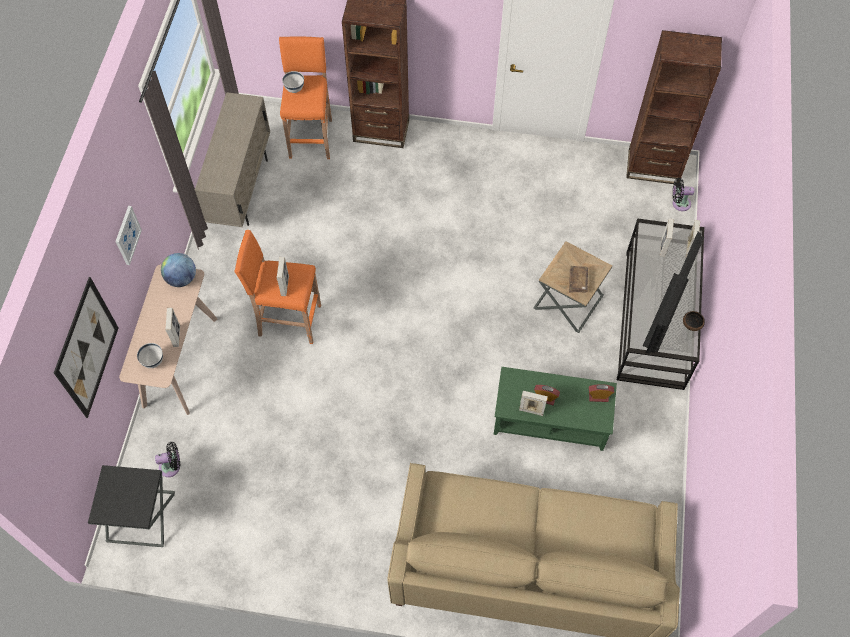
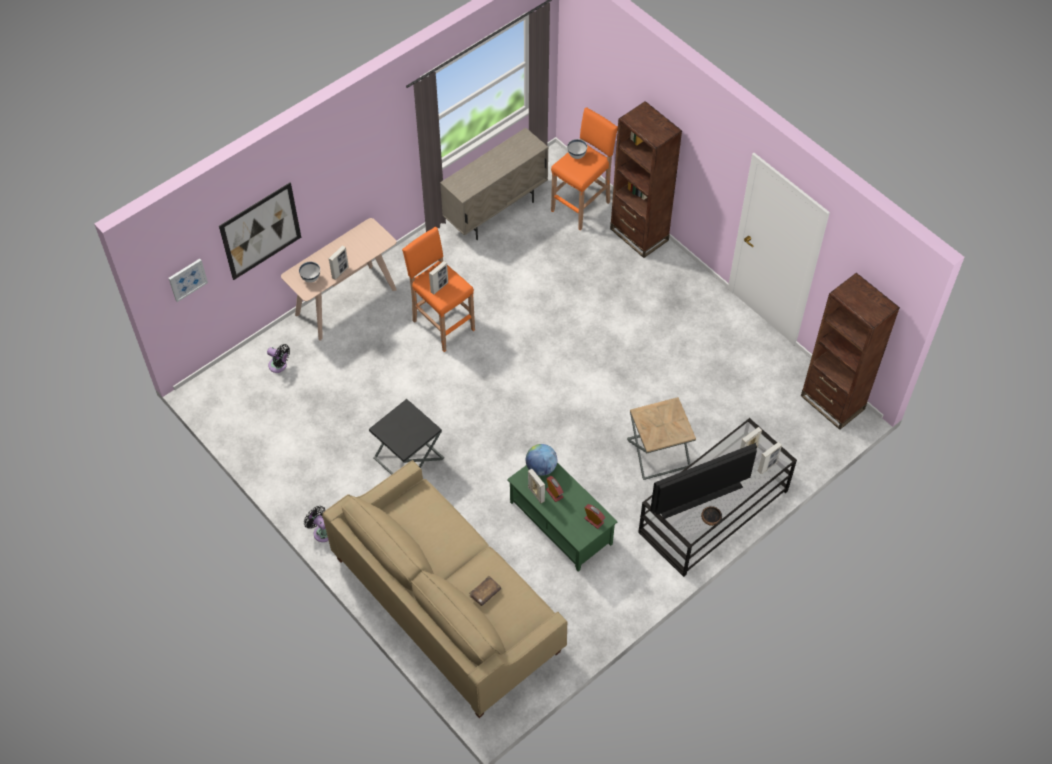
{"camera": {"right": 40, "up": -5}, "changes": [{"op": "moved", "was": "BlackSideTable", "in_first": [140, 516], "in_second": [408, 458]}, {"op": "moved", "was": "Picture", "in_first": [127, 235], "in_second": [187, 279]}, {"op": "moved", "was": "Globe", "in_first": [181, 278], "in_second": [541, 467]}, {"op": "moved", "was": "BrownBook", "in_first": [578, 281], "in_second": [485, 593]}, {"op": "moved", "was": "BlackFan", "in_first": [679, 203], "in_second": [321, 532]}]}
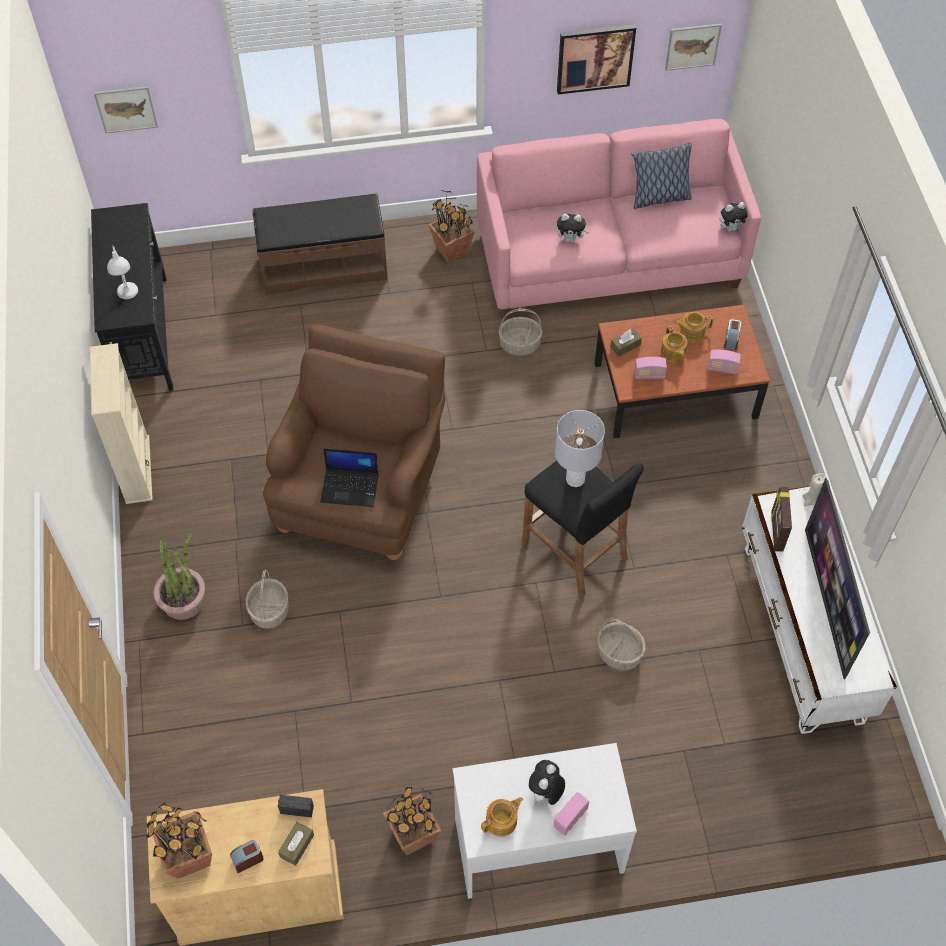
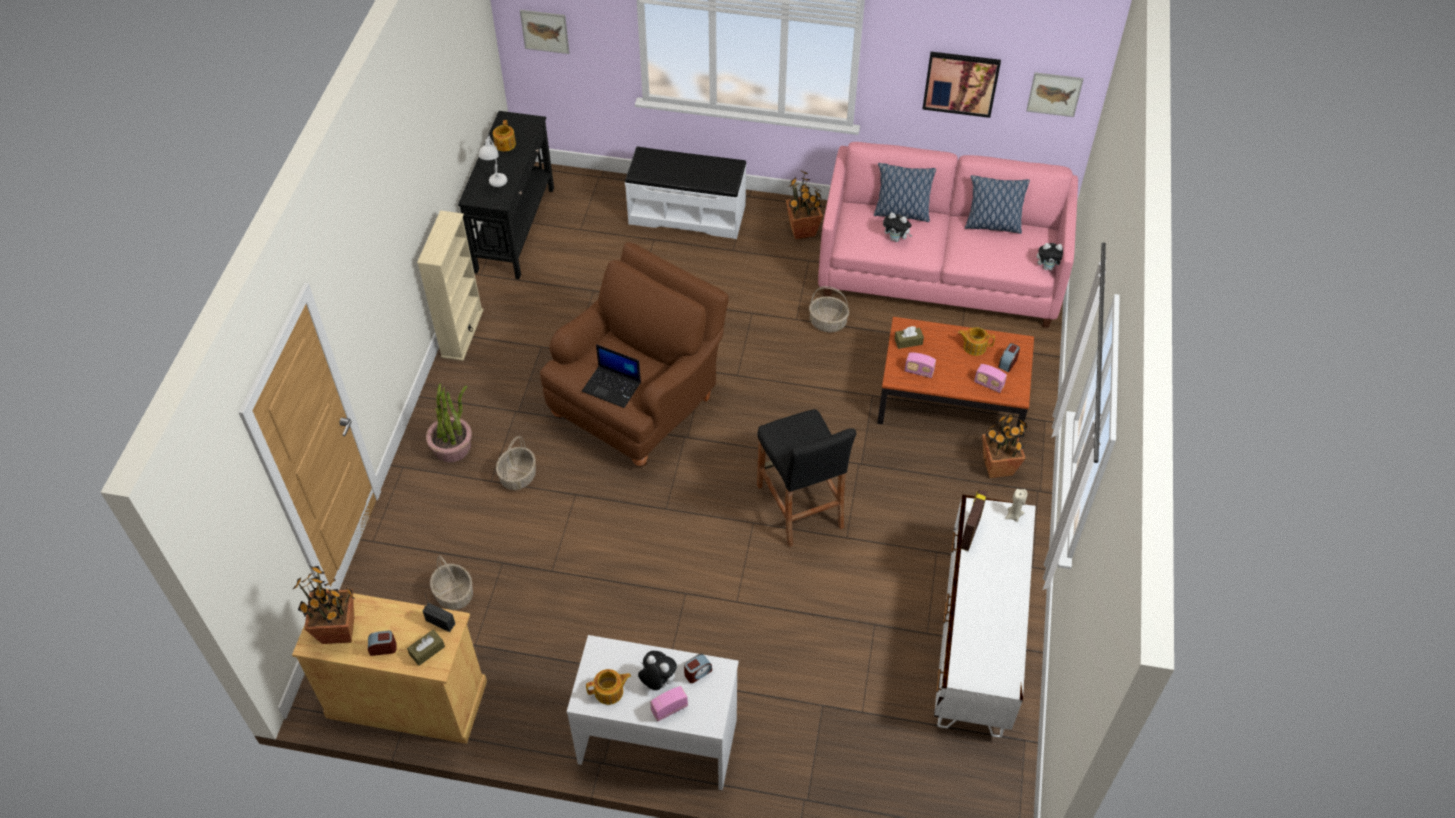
{"camera": {"right": 20, "up": -5}, "changes": [{"op": "recoloured", "was": "BrownBench", "now": "WhiteBench", "in_first": [323, 266], "in_second": [687, 214]}, {"op": "moved", "was": "PottedPlant", "in_first": [413, 835], "in_second": [998, 466]}, {"op": "turned", "was": "PlushToy", "in_first": [545, 793], "in_second": [657, 681], "clockwise": 75}, {"op": "removed", "was": "GreyTableLamp", "in_first": [575, 479]}, {"op": "moved", "was": "Basket", "in_first": [618, 653], "in_second": [453, 594]}, {"op": "moved", "was": "Teapot", "in_first": [672, 353], "in_second": [504, 144]}, {"op": "removed", "was": "Television", "in_first": [827, 602]}, {"op": "added", "now": "AlarmClock", "in_second": [697, 672]}, {"op": "added", "now": "Pillow", "in_second": [901, 213]}]}
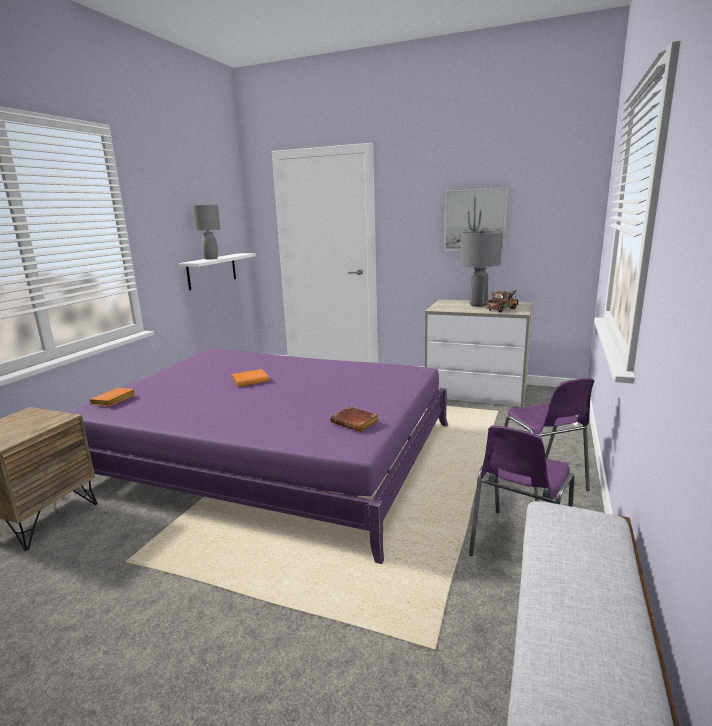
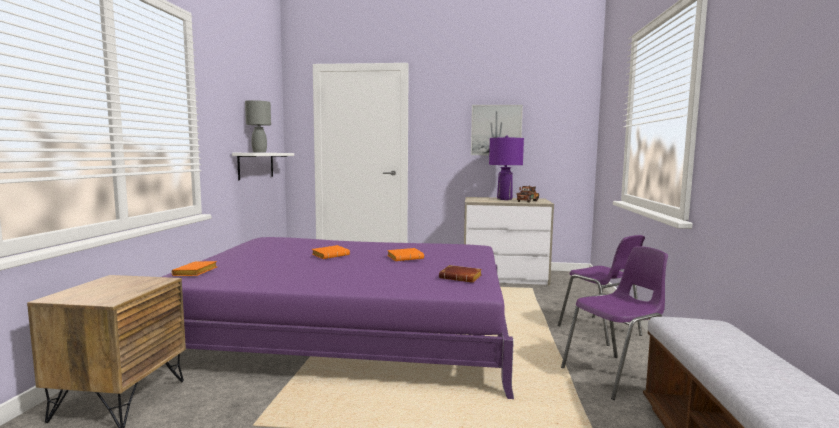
{"camera": {"right": -15, "up": -10}, "changes": [{"op": "recoloured", "was": "GreyTableLamp", "now": "PurpleTableLamp", "in_first": [478, 305], "in_second": [504, 199]}, {"op": "turned", "was": "PurpleChair", "in_first": [518, 546], "in_second": [616, 376], "clockwise": -135}, {"op": "added", "now": "OrangeBook", "in_second": [406, 258]}]}
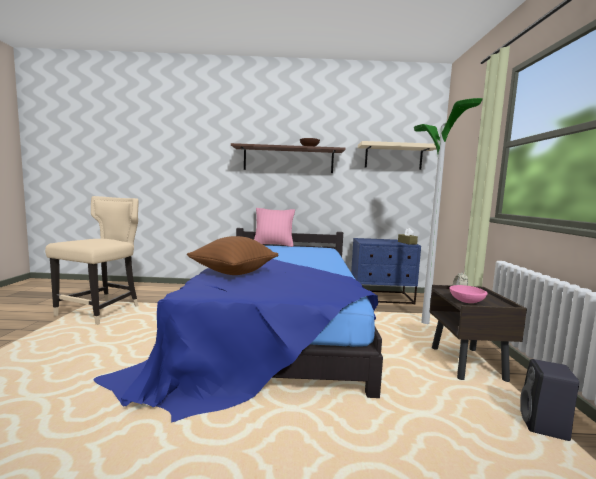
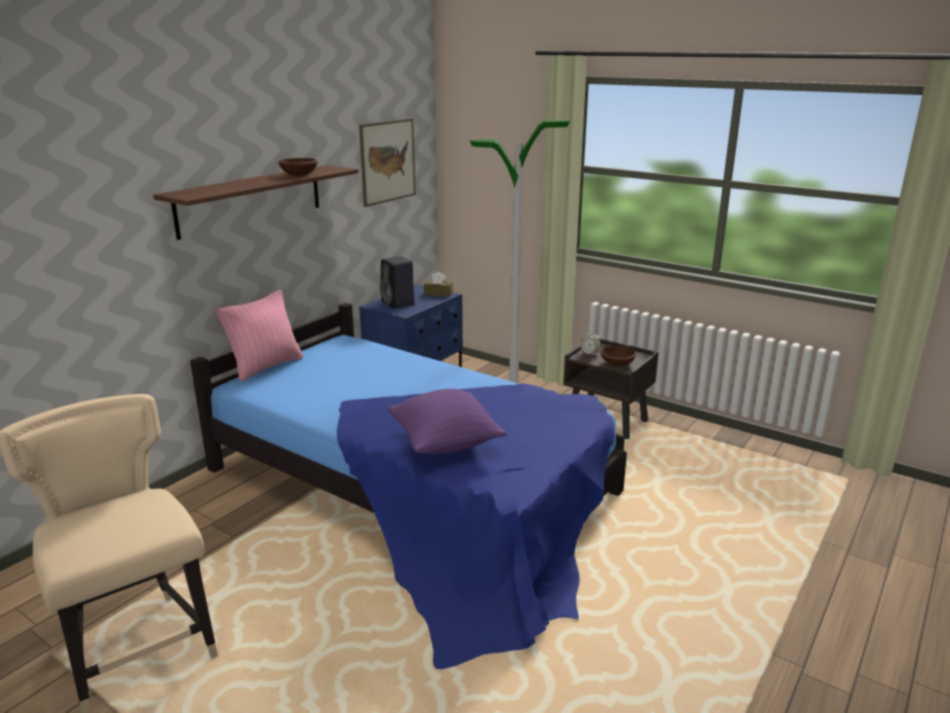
{"camera": {"right": -55, "up": 15}, "changes": [{"op": "recoloured", "was": "BrownPillow", "now": "PurplePillow", "in_first": [233, 272], "in_second": [445, 444]}, {"op": "replaced", "was": "BeigeShelf", "now": "Picture", "in_first": [393, 157], "in_second": [388, 161]}, {"op": "recoloured", "was": "PinkBowl", "now": "BrownBowl", "in_first": [466, 301], "in_second": [617, 364]}, {"op": "moved", "was": "BlackSpeaker", "in_first": [544, 427], "in_second": [398, 303]}]}
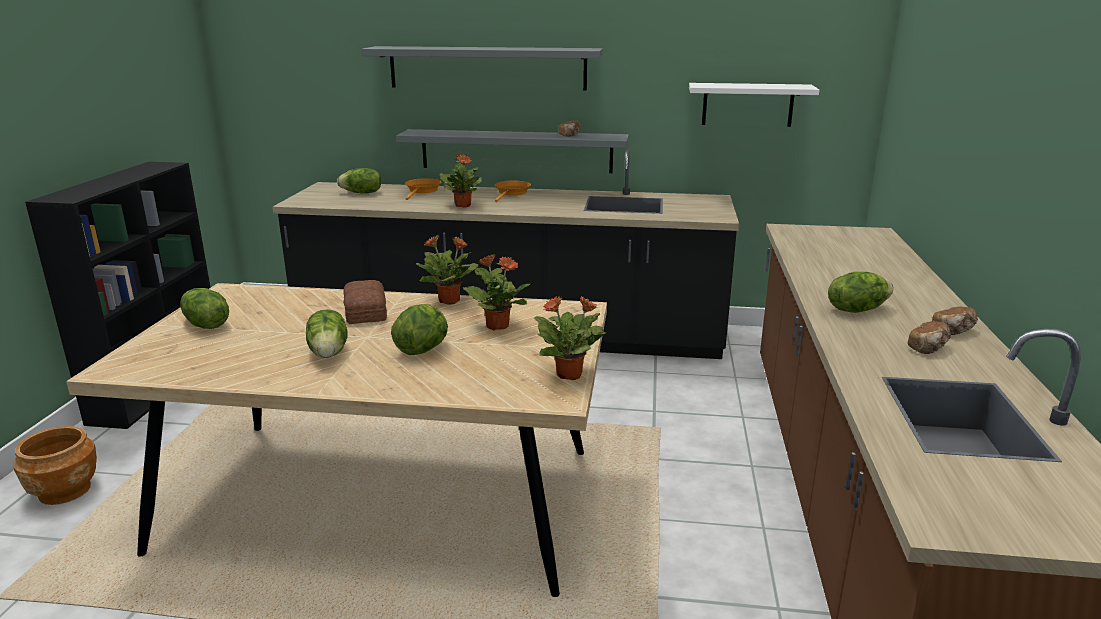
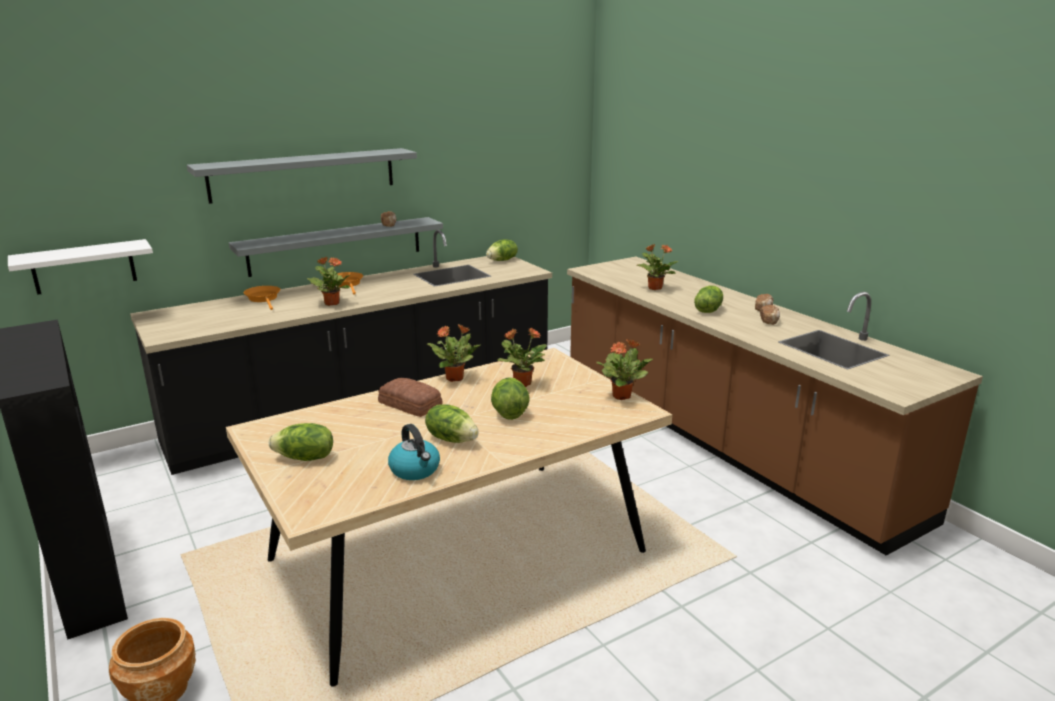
{"camera": {"right": -40, "up": 0}, "changes": [{"op": "moved", "was": "Lettuce", "in_first": [361, 193], "in_second": [502, 260]}, {"op": "moved", "was": "WhiteShelf", "in_first": [747, 104], "in_second": [84, 267]}, {"op": "added", "now": "Kettle", "in_second": [415, 470]}, {"op": "added", "now": "PottedPlant", "in_second": [654, 288]}]}
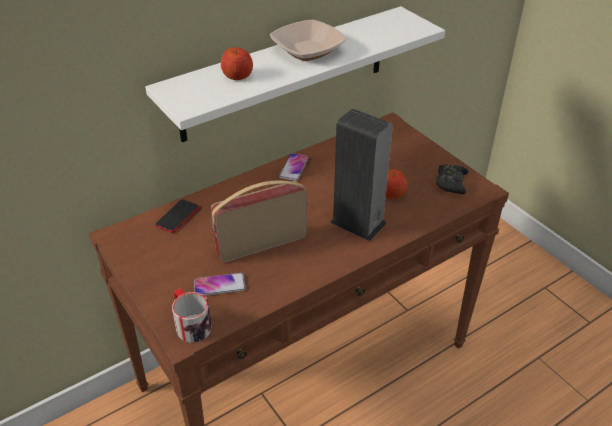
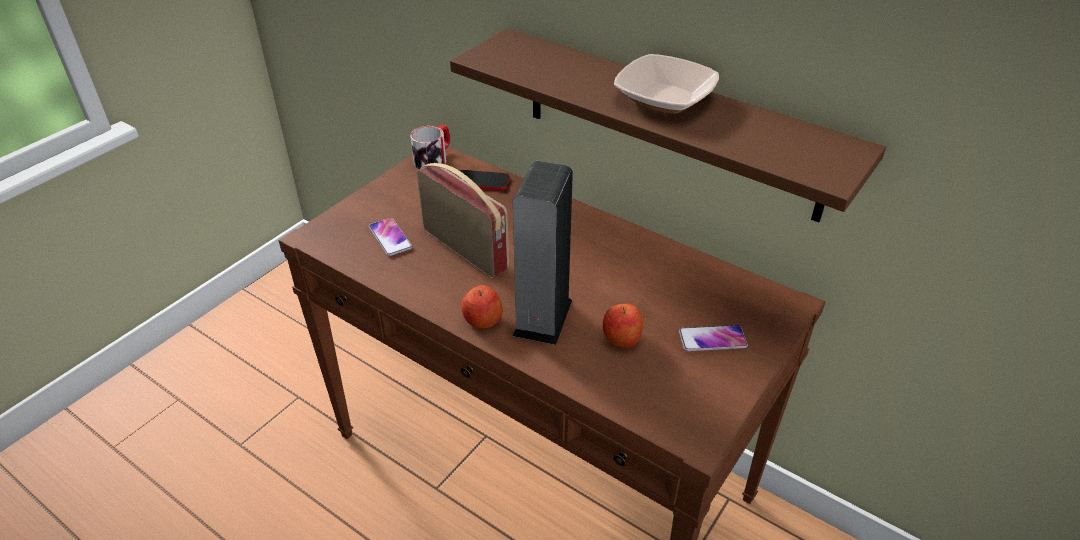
{"camera": {"right": 70, "up": 0}, "changes": [{"op": "recoloured", "was": "WhiteShelf", "now": "BrownShelf", "in_first": [285, 73], "in_second": [669, 123]}, {"op": "moved", "was": "Mug", "in_first": [190, 323], "in_second": [434, 159]}, {"op": "moved", "was": "Apple", "in_first": [238, 76], "in_second": [482, 320]}, {"op": "moved", "was": "Phone", "in_first": [294, 167], "in_second": [712, 339]}, {"op": "removed", "was": "BlackGameController", "in_first": [451, 182]}]}
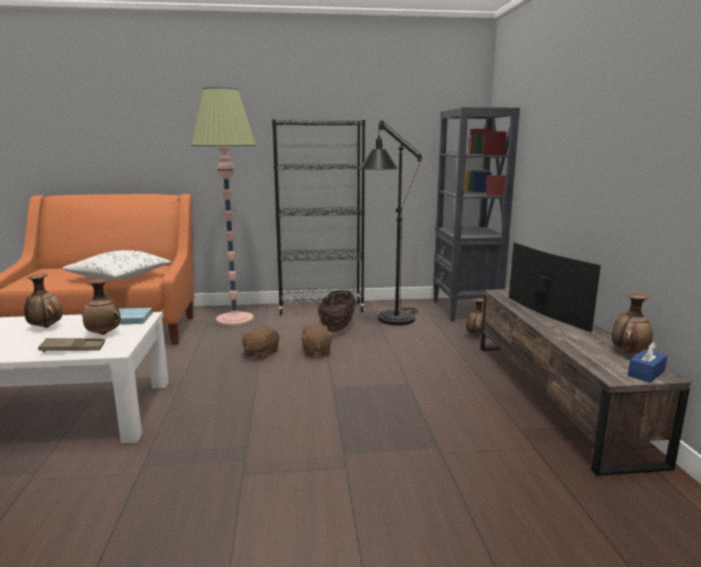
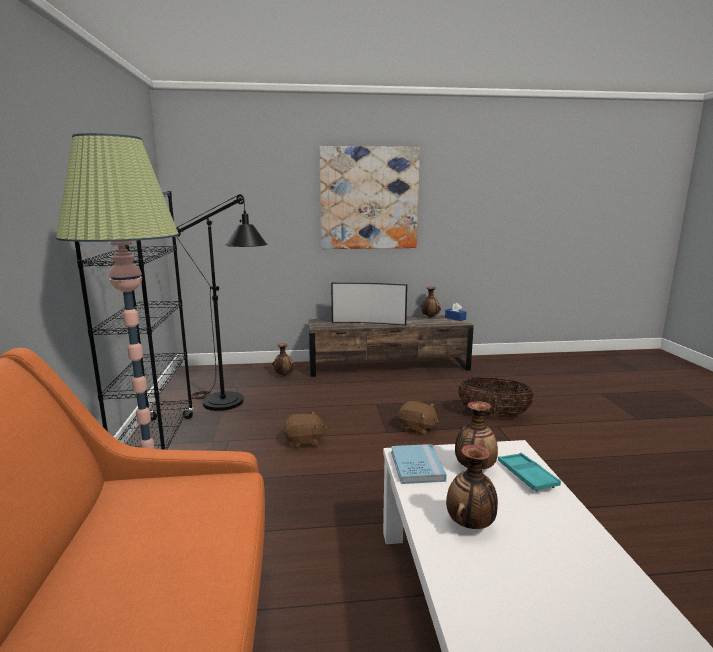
{"camera": {"right": -90, "up": 0}, "changes": [{"op": "recoloured", "was": "BrownTray", "now": "TurquoiseTray", "in_first": [73, 349], "in_second": [526, 475]}, {"op": "removed", "was": "WhitePillow", "in_first": [120, 277]}, {"op": "moved", "was": "BrownPlushToy", "in_first": [260, 353], "in_second": [417, 428]}, {"op": "moved", "was": "Basket", "in_first": [337, 328], "in_second": [493, 415]}, {"op": "removed", "was": "BlackBookcase", "in_first": [465, 310]}, {"op": "turned", "was": "Television", "in_first": [542, 313], "in_second": [368, 323], "clockwise": -150}, {"op": "added", "now": "Picture", "in_second": [369, 198]}]}
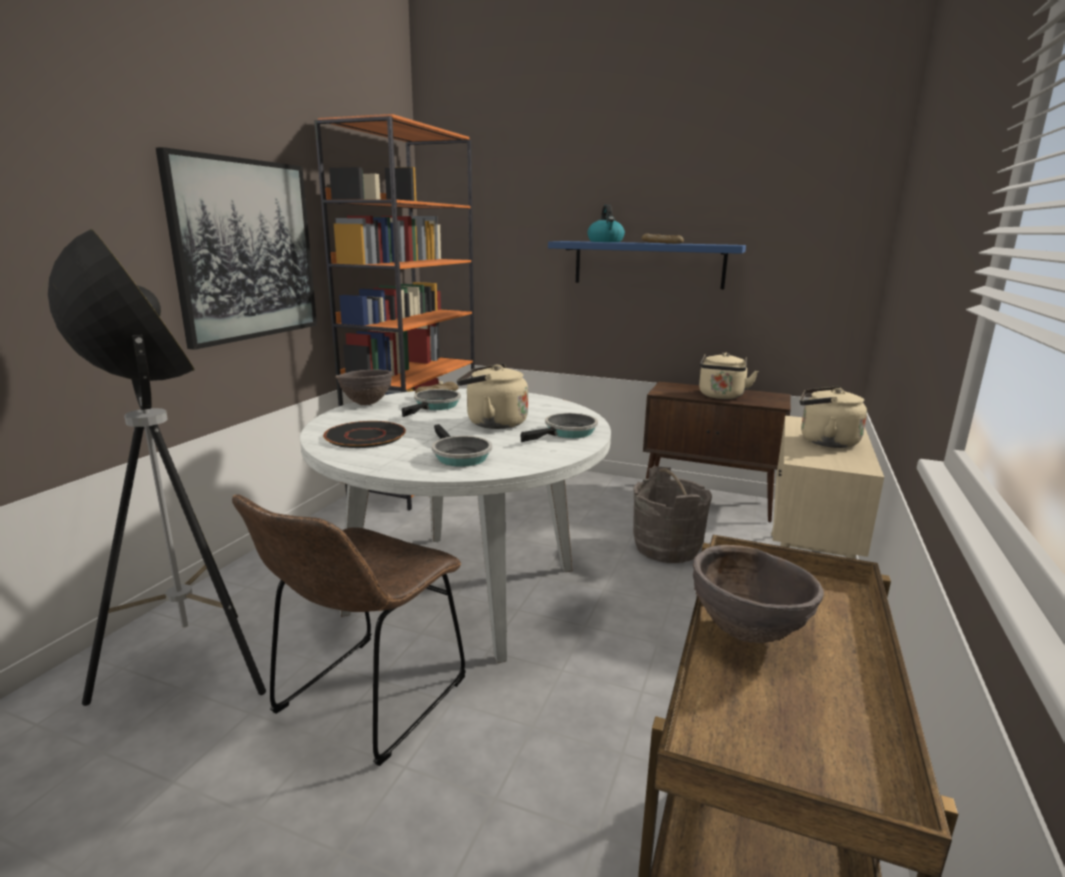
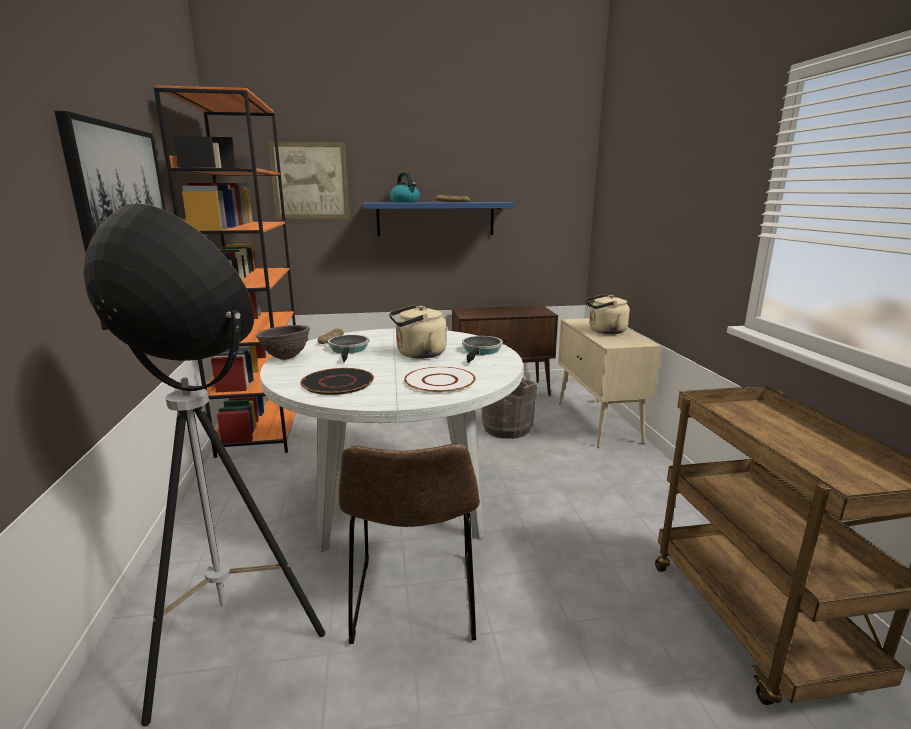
{"camera": {"right": -30, "up": 0}, "changes": [{"op": "replaced", "was": "FryingPan", "now": "WhitePlate", "in_first": [459, 456], "in_second": [440, 381]}, {"op": "removed", "was": "BrownBowl", "in_first": [747, 634]}, {"op": "removed", "was": "BeigeKettle", "in_first": [721, 396]}, {"op": "added", "now": "Picture", "in_second": [310, 181]}]}
